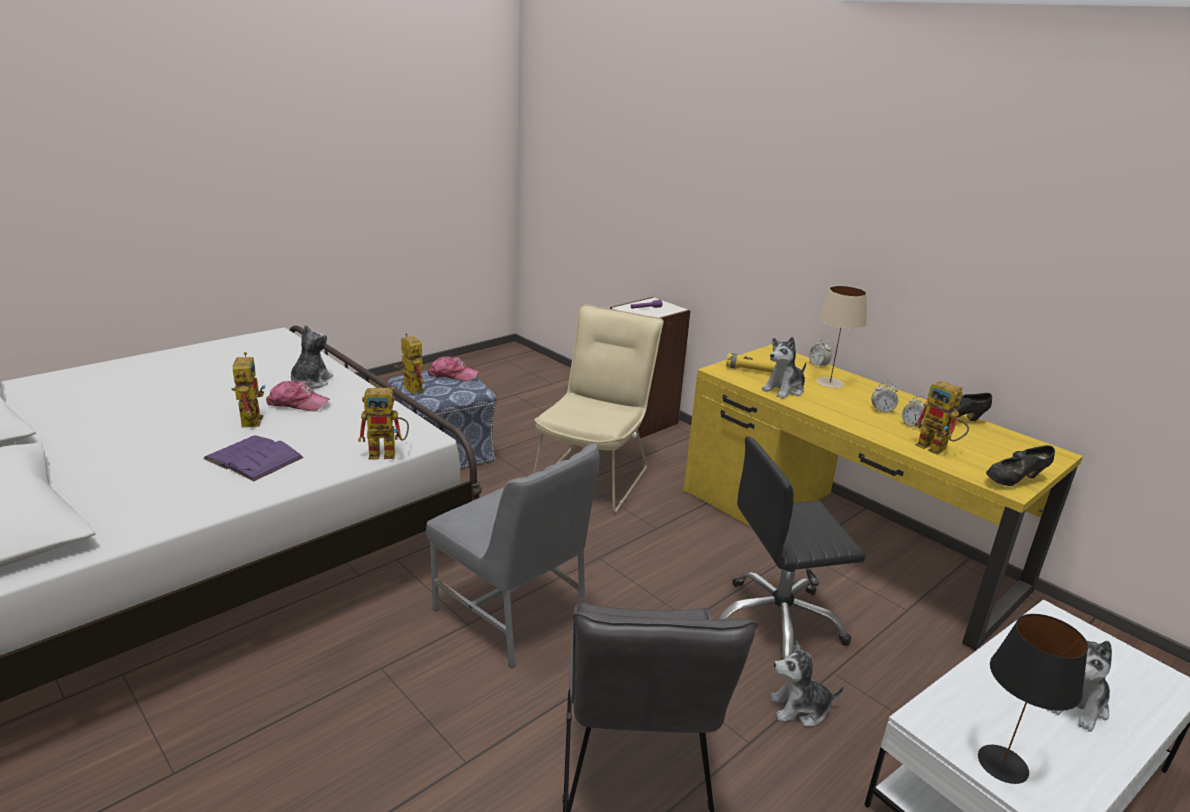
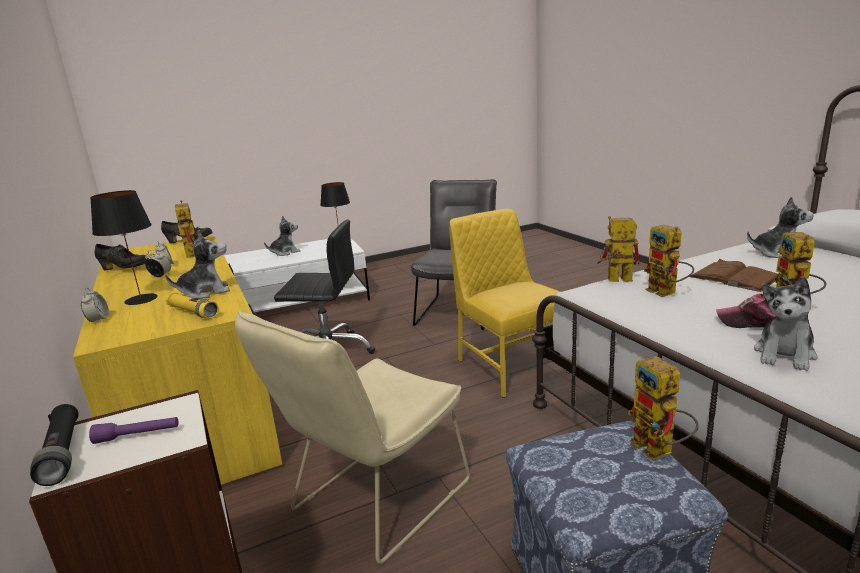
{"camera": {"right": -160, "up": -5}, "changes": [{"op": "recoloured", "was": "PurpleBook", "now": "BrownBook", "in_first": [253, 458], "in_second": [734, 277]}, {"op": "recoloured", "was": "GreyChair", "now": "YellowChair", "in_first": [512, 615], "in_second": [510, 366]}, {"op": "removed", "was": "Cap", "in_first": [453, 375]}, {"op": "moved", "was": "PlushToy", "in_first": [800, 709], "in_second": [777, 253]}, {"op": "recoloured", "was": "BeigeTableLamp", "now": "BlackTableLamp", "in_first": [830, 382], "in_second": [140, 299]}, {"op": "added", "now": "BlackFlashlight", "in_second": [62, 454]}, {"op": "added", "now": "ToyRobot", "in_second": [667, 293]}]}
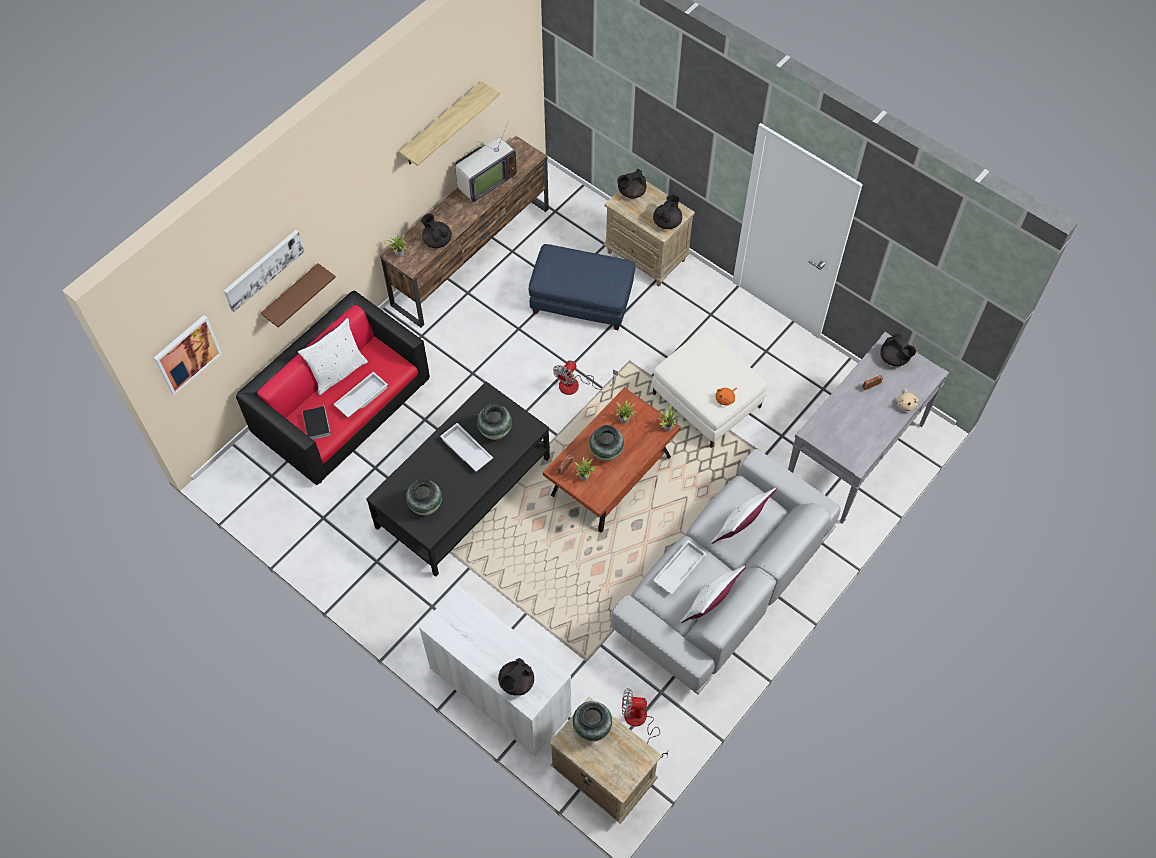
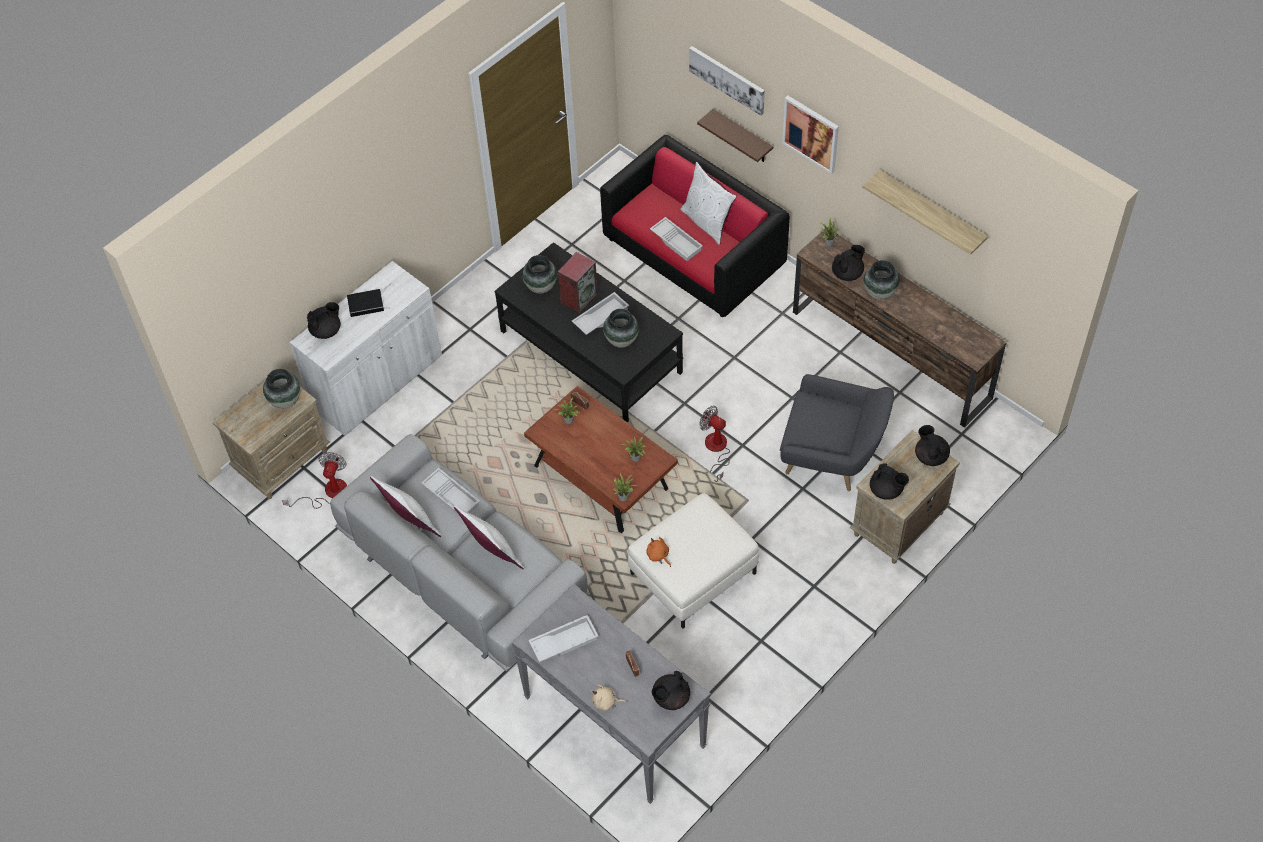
{"camera": {"right": 95, "up": -5}, "changes": [{"op": "moved", "was": "Picture", "in_first": [187, 354], "in_second": [811, 133]}, {"op": "moved", "was": "Book", "in_first": [316, 423], "in_second": [367, 304]}, {"op": "removed", "was": "Television", "in_first": [484, 182]}, {"op": "turned", "was": "BlackTeapot", "in_first": [516, 682], "in_second": [326, 330], "clockwise": 105}, {"op": "replaced", "was": "BlueOttoman", "now": "GreyArmchair", "in_first": [582, 300], "in_second": [831, 458]}, {"op": "moved", "was": "Vase", "in_first": [606, 452], "in_second": [879, 293]}, {"op": "added", "now": "WhiteTray", "in_second": [564, 641]}, {"op": "added", "now": "Speaker", "in_second": [579, 297]}]}
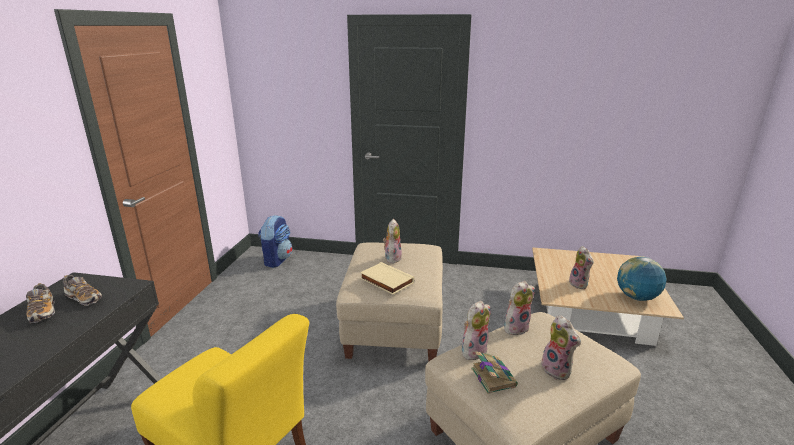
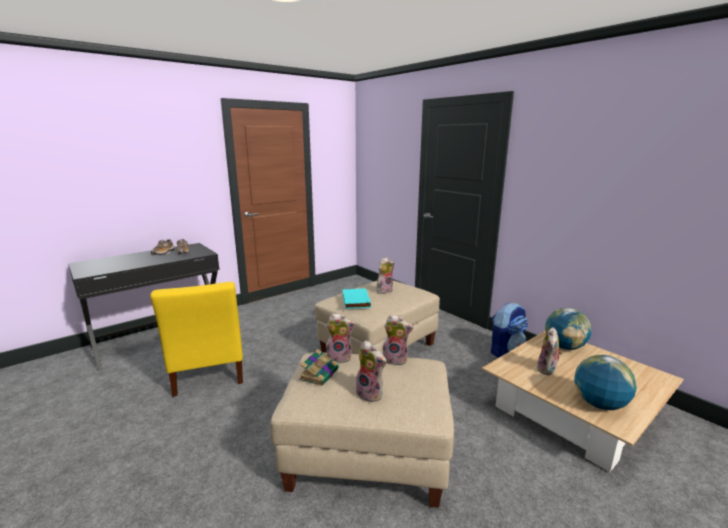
{"camera": {"right": 40, "up": -5}, "changes": [{"op": "moved", "was": "Backpack", "in_first": [277, 260], "in_second": [506, 351]}, {"op": "recoloured", "was": "BeigeBook", "now": "TurquoiseBook", "in_first": [385, 281], "in_second": [355, 300]}, {"op": "turned", "was": "PlushToy", "in_first": [558, 370], "in_second": [371, 393], "clockwise": -60}, {"op": "added", "now": "Globe", "in_second": [564, 347]}]}
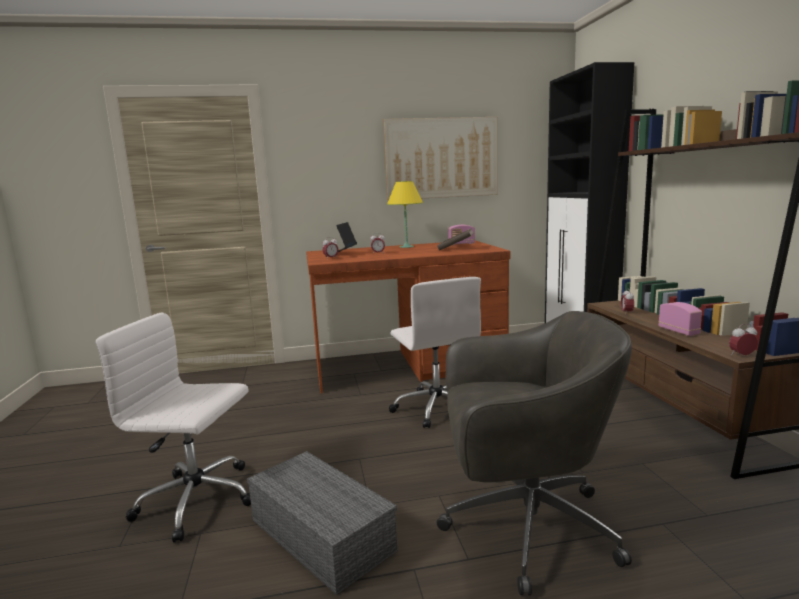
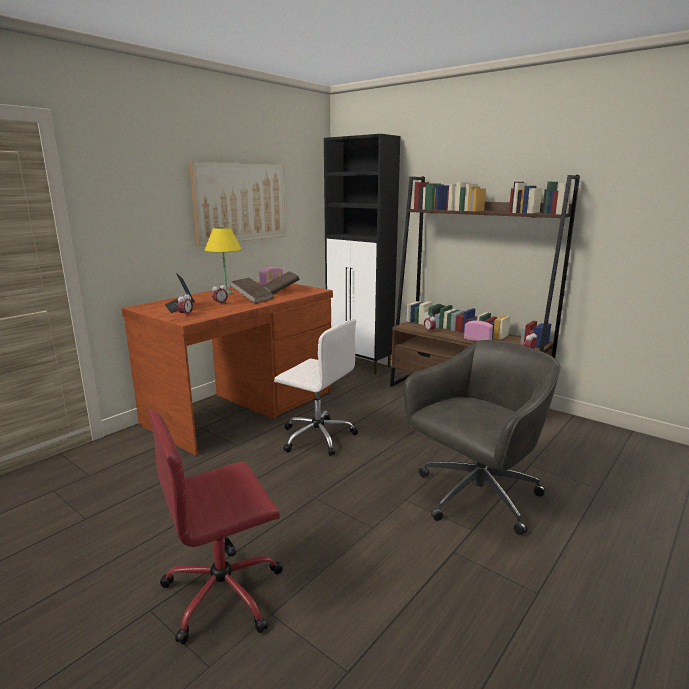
{"camera": {"right": -40, "up": 5}, "changes": [{"op": "recoloured", "was": "WhiteOfficeChair", "now": "RedOfficeChair", "in_first": [199, 500], "in_second": [225, 592]}, {"op": "removed", "was": "GreyStorageBox", "in_first": [318, 534]}, {"op": "added", "now": "BrownBook", "in_second": [252, 299]}]}
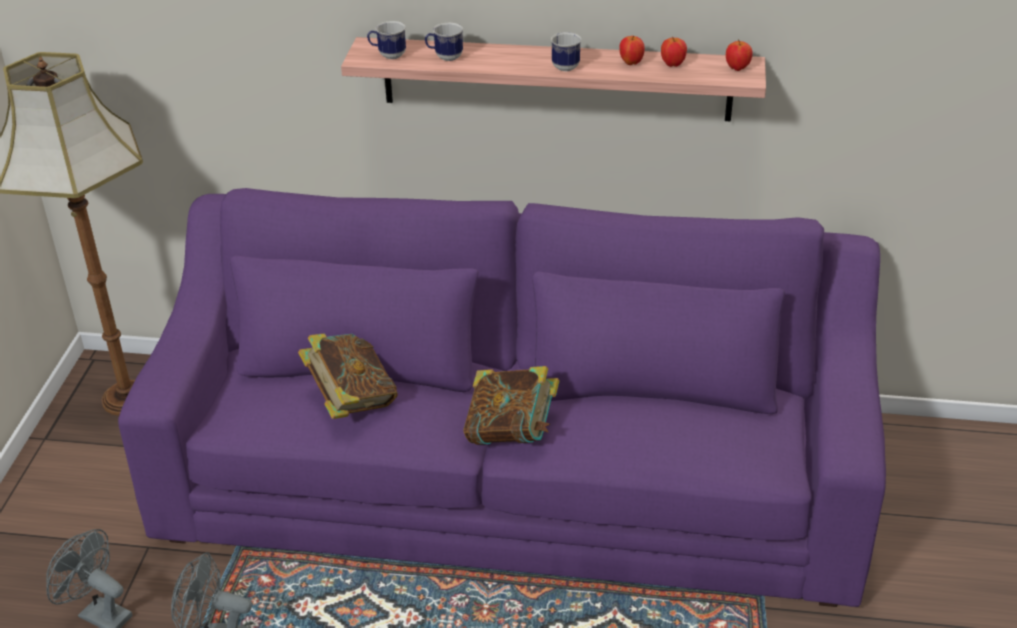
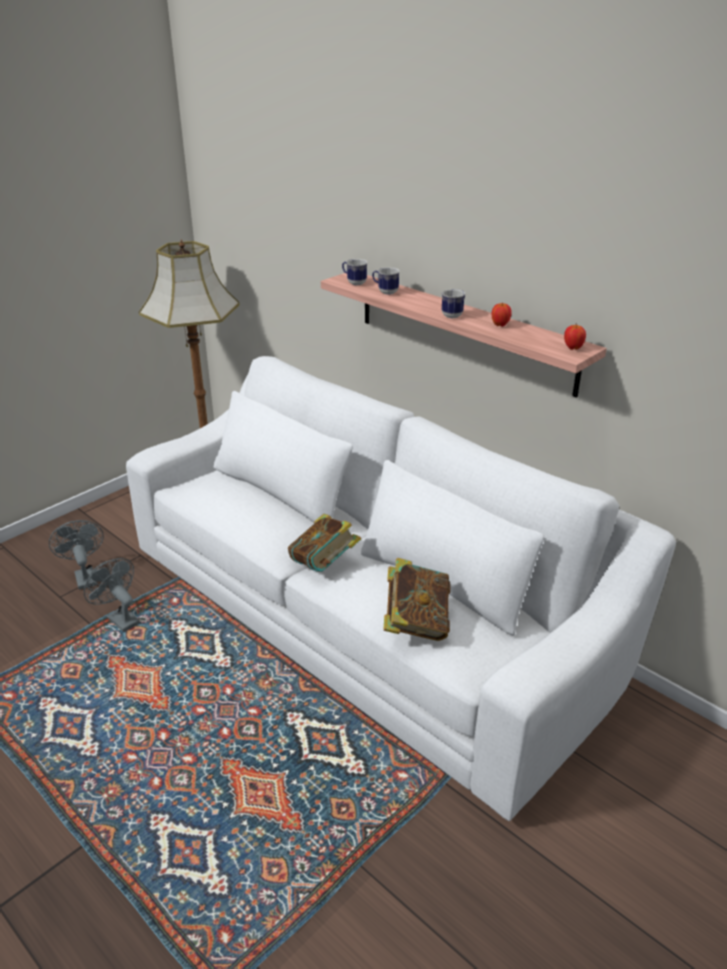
{"camera": {"right": 35, "up": -5}, "changes": [{"op": "recoloured", "was": "PurpleSofa", "now": "WhiteSofa", "in_first": [512, 478], "in_second": [364, 615]}, {"op": "moved", "was": "Book", "in_first": [351, 400], "in_second": [416, 623]}, {"op": "removed", "was": "Apple", "in_first": [672, 64]}]}
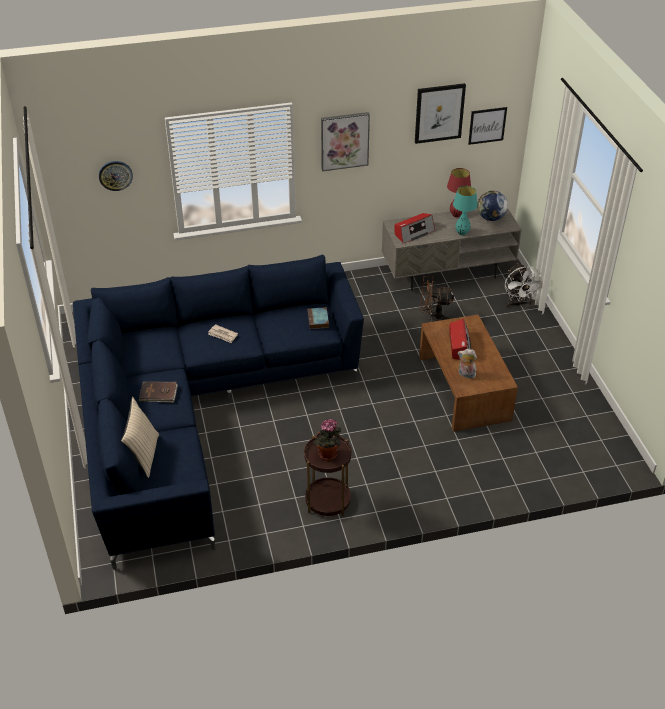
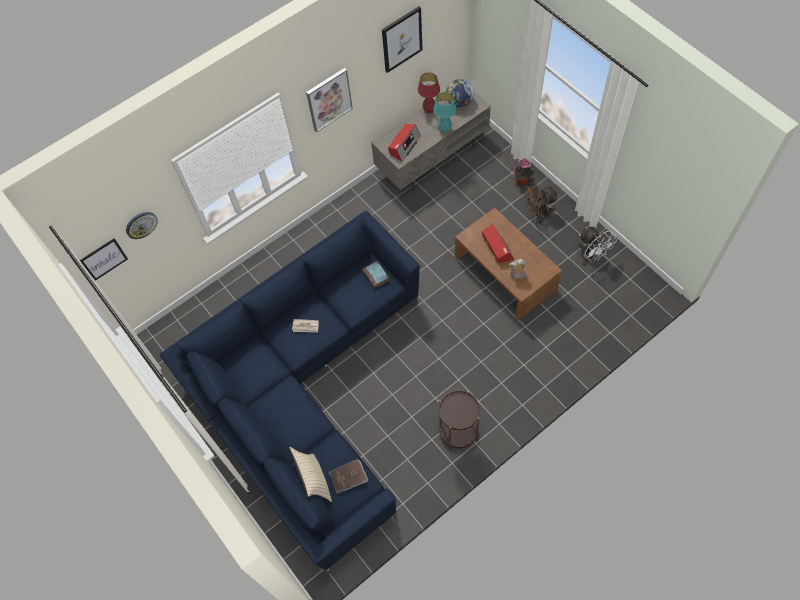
{"camera": {"right": -20, "up": 20}, "changes": [{"op": "moved", "was": "BrownBook", "in_first": [158, 393], "in_second": [348, 477]}, {"op": "moved", "was": "PottedPlant", "in_first": [328, 455], "in_second": [522, 182]}, {"op": "moved", "was": "BrownFan", "in_first": [432, 320], "in_second": [537, 214]}, {"op": "moved", "was": "Picture", "in_first": [487, 125], "in_second": [104, 259]}, {"op": "moved", "was": "WhiteFan", "in_first": [517, 304], "in_second": [591, 257]}]}
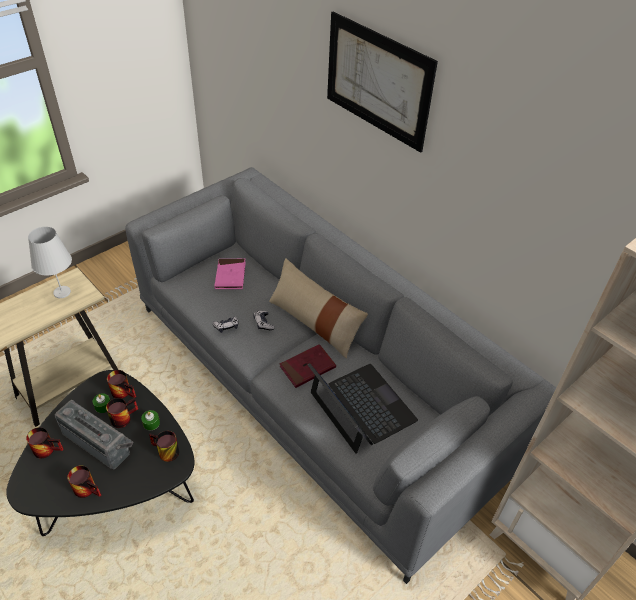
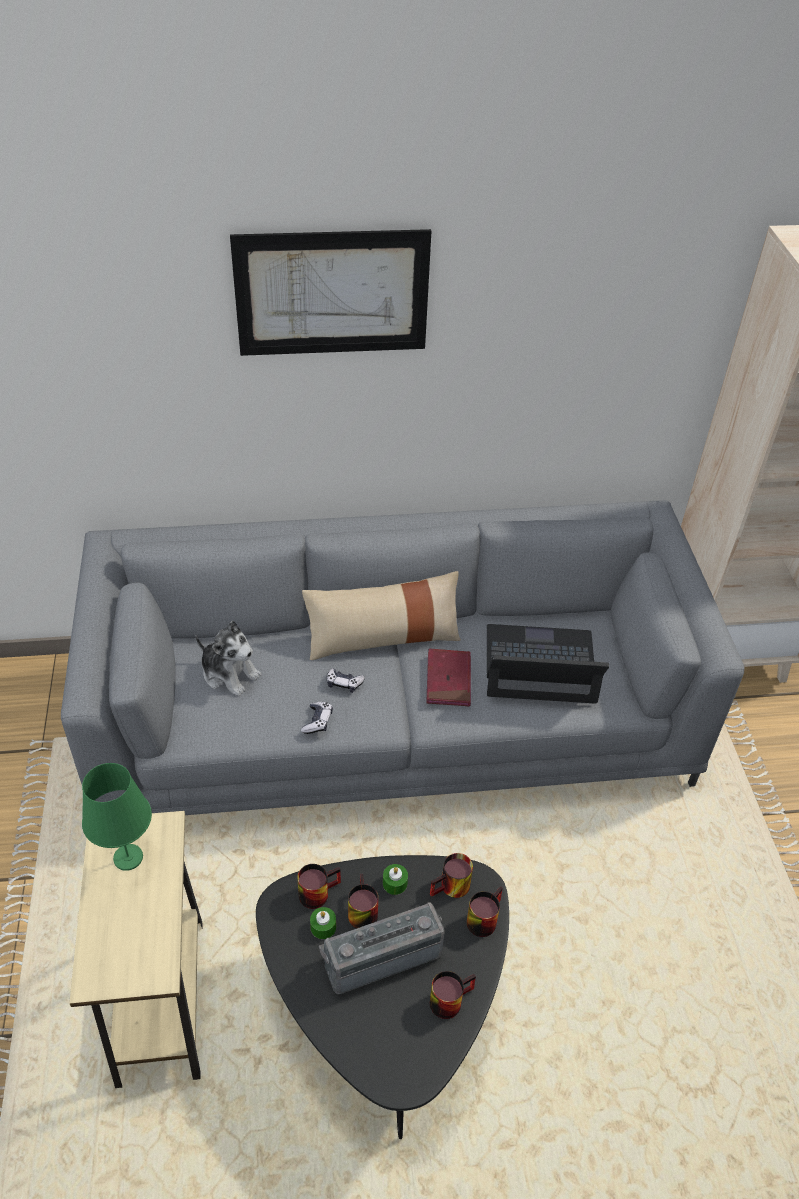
{"camera": {"right": -55, "up": 0}, "changes": [{"op": "moved", "was": "Mug", "in_first": [48, 448], "in_second": [482, 917]}, {"op": "recoloured", "was": "WhiteTableLamp", "now": "GreenTableLamp", "in_first": [62, 292], "in_second": [127, 857]}, {"op": "replaced", "was": "PinkBook", "now": "PlushToy", "in_first": [230, 275], "in_second": [229, 673]}]}
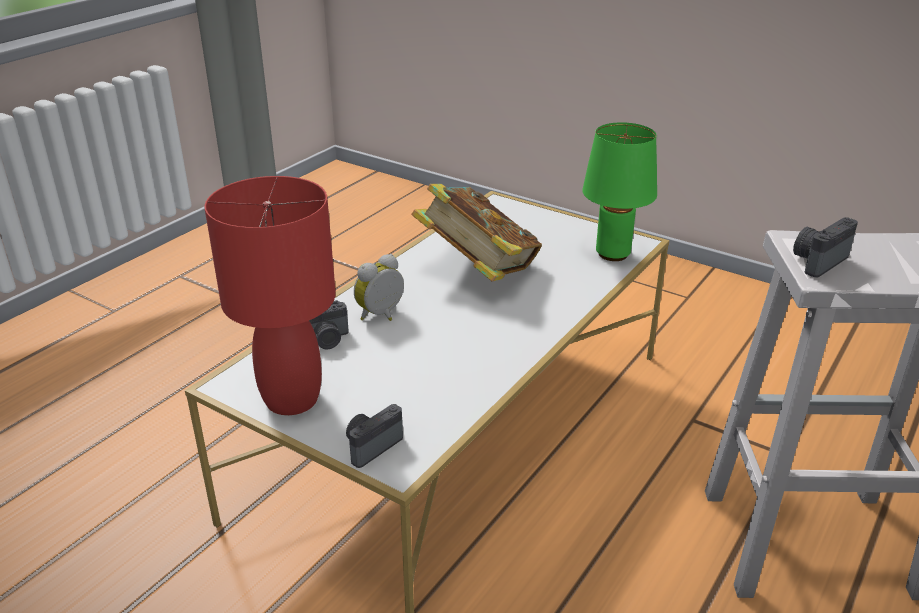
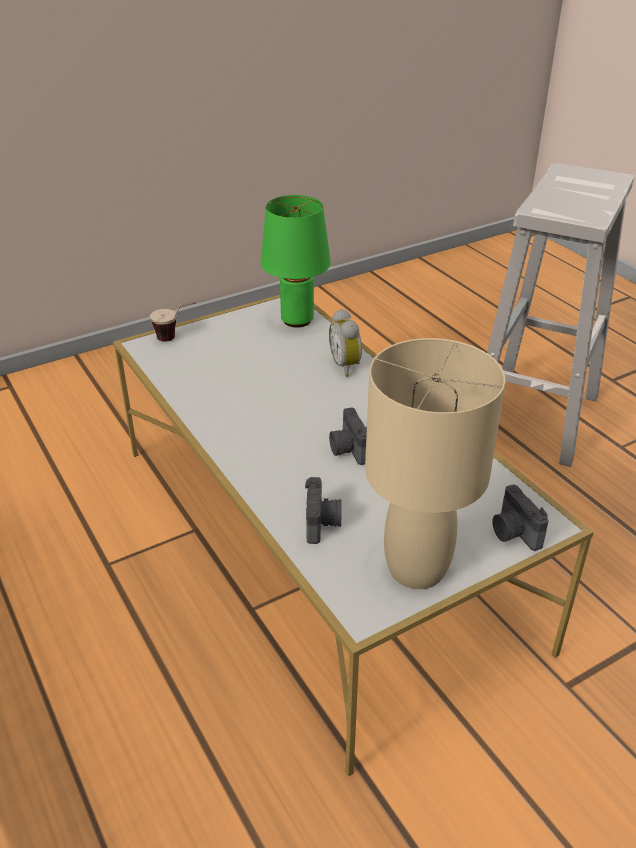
{"camera": {"right": -65, "up": 5}, "changes": [{"op": "recoloured", "was": "RedTableLamp", "now": "BeigeTableLamp", "in_first": [292, 400], "in_second": [418, 568]}, {"op": "moved", "was": "AlarmClock", "in_first": [382, 316], "in_second": [347, 366]}, {"op": "removed", "was": "Book", "in_first": [478, 271]}, {"op": "moved", "was": "PhotoCamera", "in_first": [817, 261], "in_second": [348, 450]}, {"op": "added", "now": "Cup", "in_second": [176, 338]}]}
